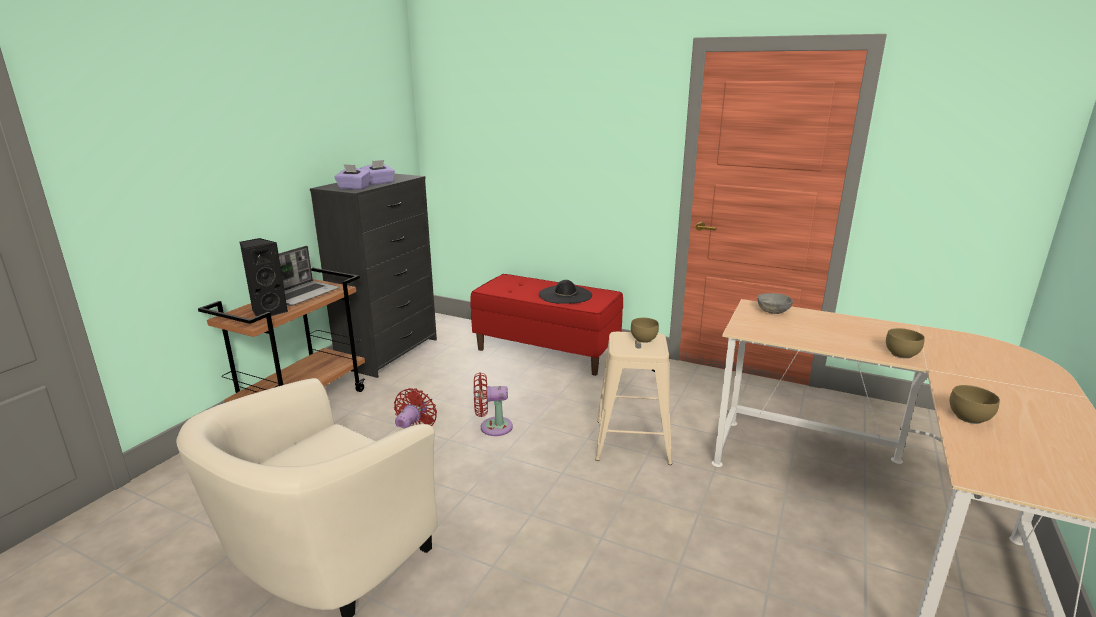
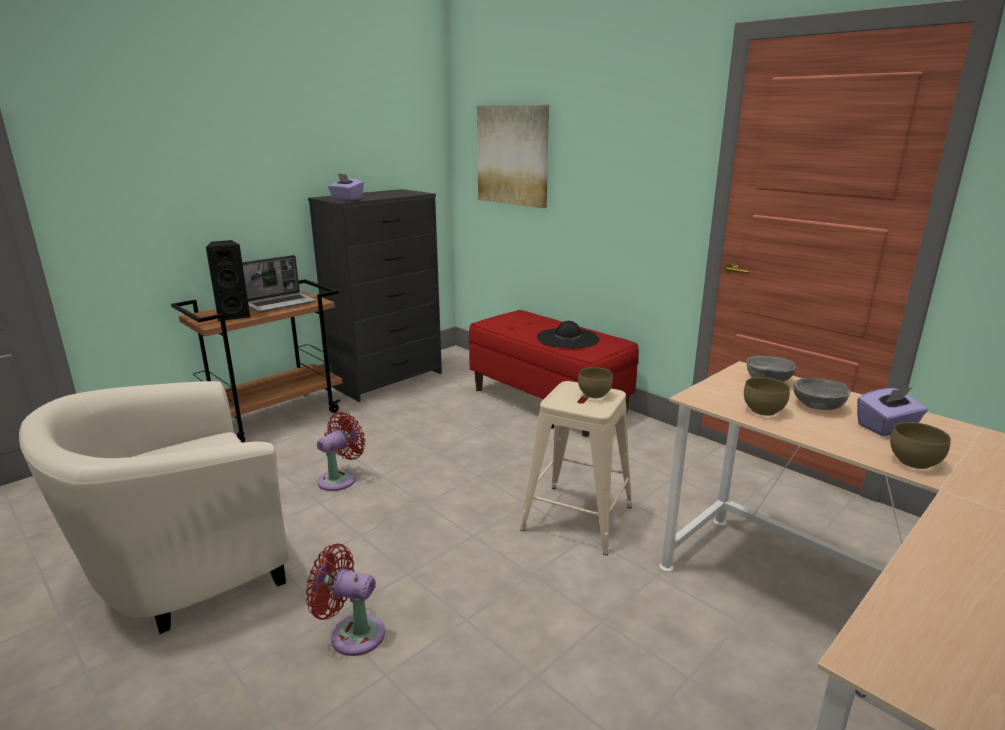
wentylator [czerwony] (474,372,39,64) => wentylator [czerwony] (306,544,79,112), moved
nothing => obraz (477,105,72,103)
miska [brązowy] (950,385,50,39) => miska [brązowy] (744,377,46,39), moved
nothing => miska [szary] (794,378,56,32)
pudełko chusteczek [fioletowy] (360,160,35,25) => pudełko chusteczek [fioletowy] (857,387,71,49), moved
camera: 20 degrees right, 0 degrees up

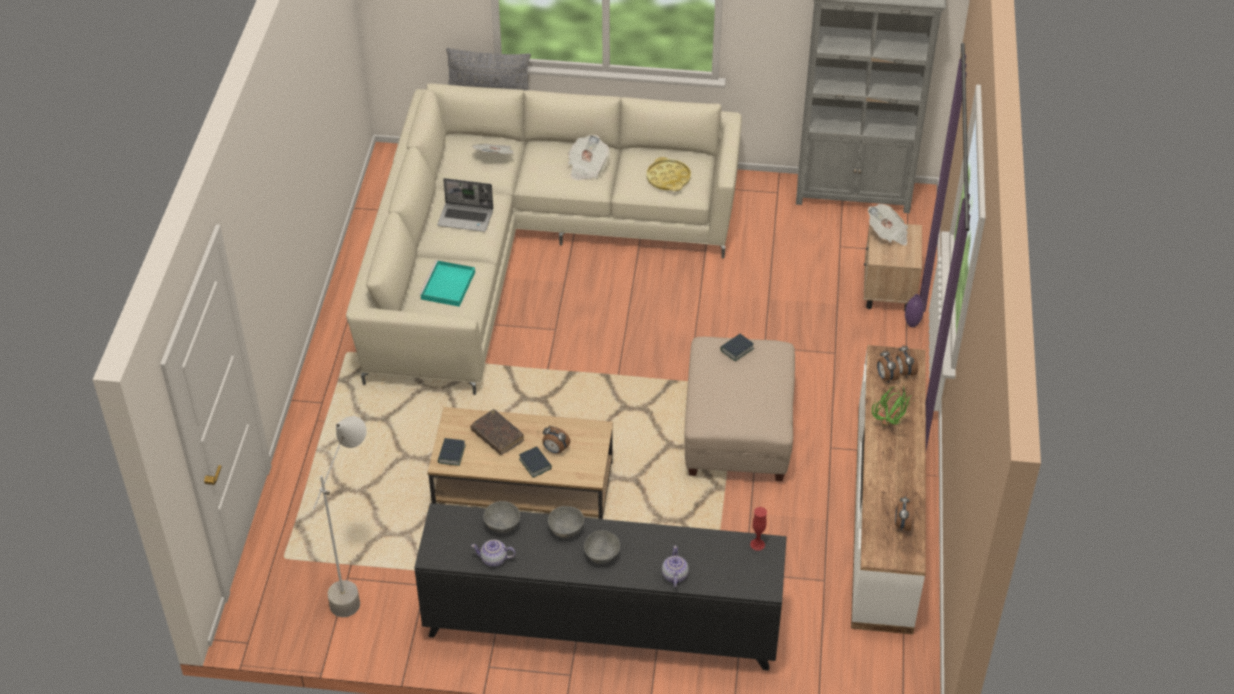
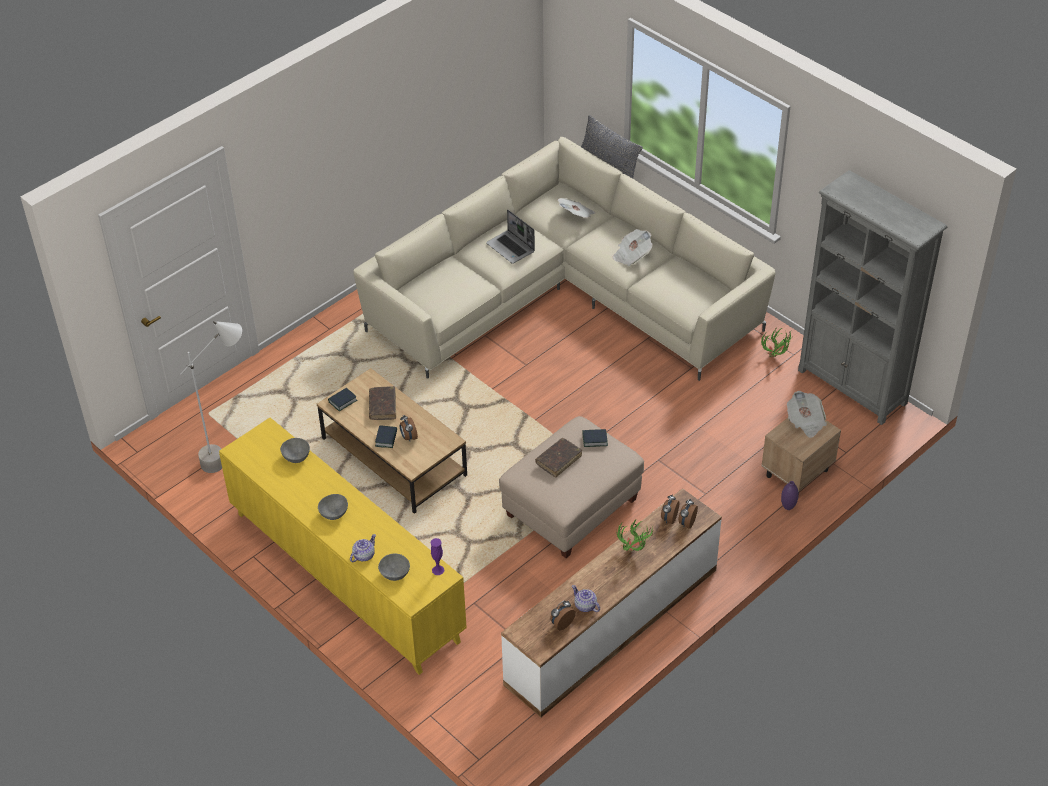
szafka [czarny] (414,503,372,167) => szafka [żółty] (219,417,248,258)
miska [szary] (548,506,36,32) => miska [szary] (378,554,32,27), moved
wazon [czerwony] (750,507,17,43) => wazon [fioletowy] (430,538,15,37)
nothing => książka [brązowy] (535,438,47,39)
imbryk (471,540,45,27) => imbryk (572,585,28,27), moved
nothing => roślina doniczkowa (761,326,30,31)
taca [turkusowy] (419,260,56,47) => nothing
taca [żółty] (647,157,44,34) => nothing
camera: 40 degrees right, 0 degrees up

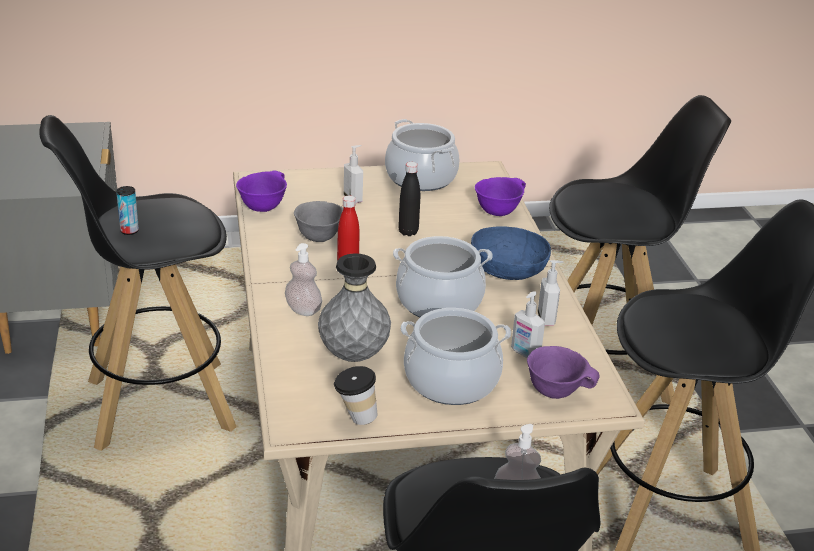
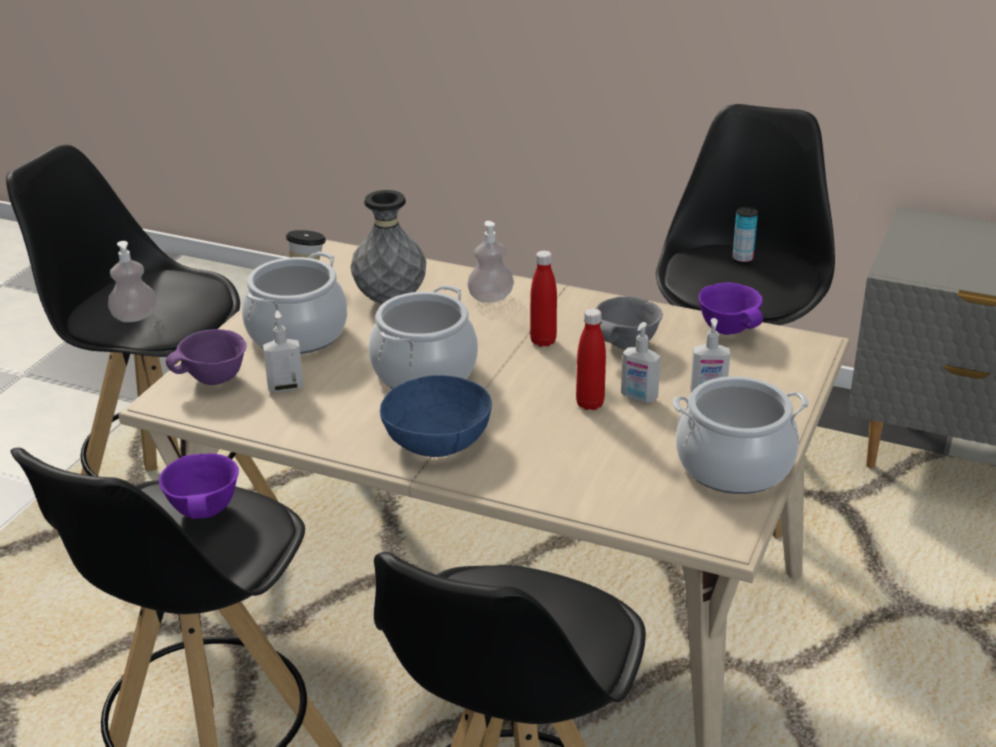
miska [fioletowy] (475,177,51,39) => miska [fioletowy] (159,453,80,66), moved
butelka [czarny] (398,162,22,74) => butelka [czerwony] (576,308,30,102)
dozownik mydła (538,260,26,66) => dozownik mydła (621,322,40,81), moved
camera: 125 degrees right, 0 degrees up

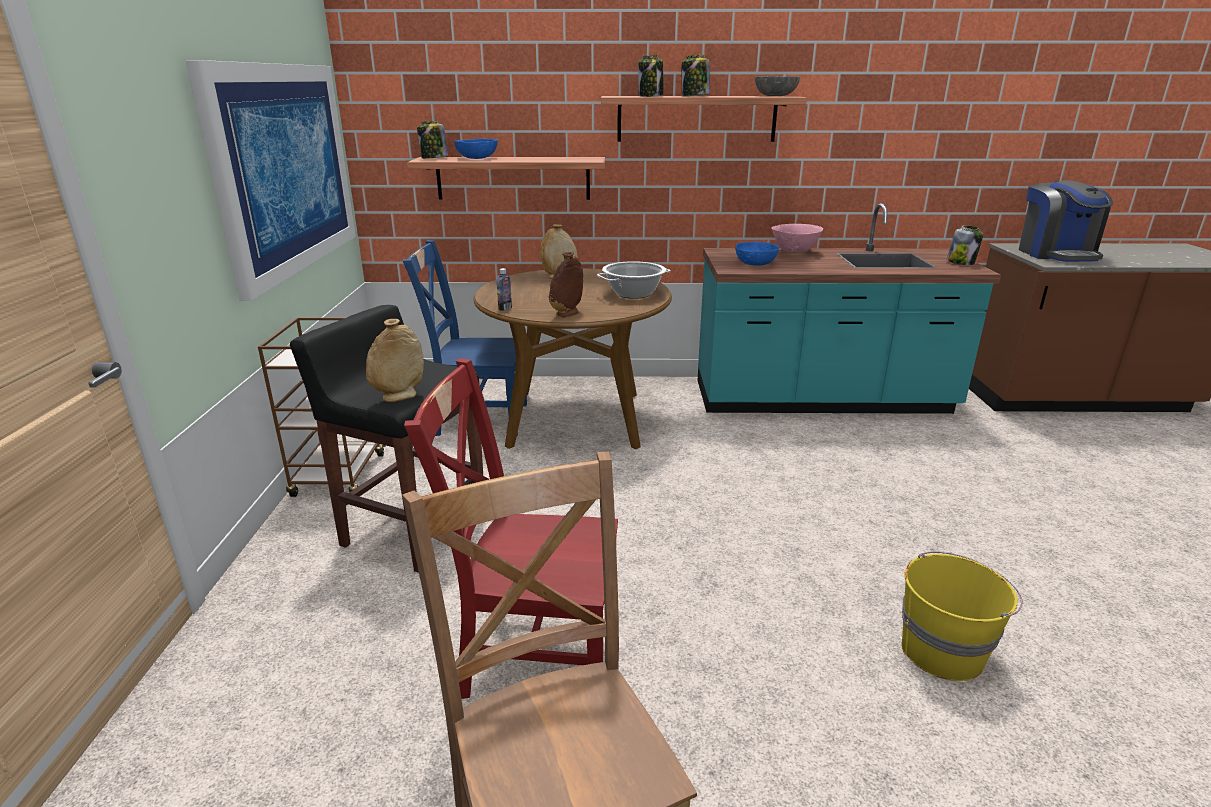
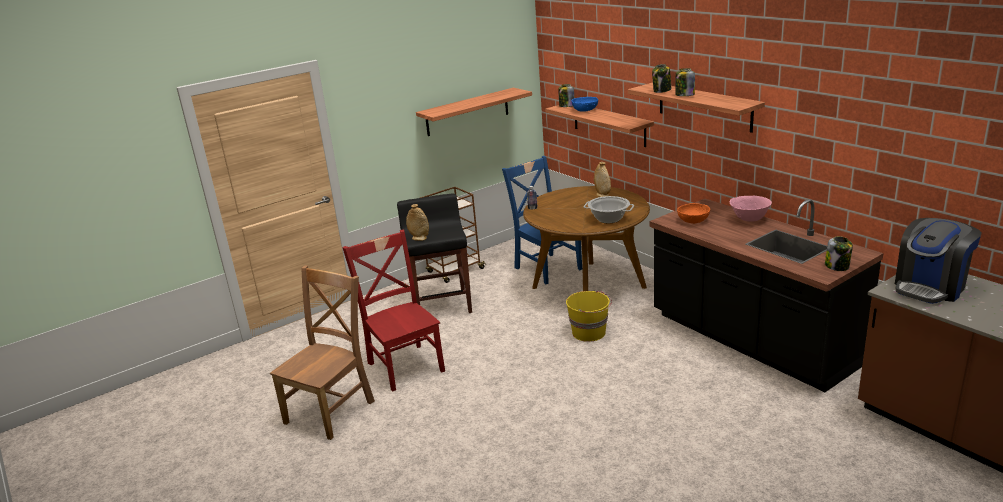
obraz (185,60,171,241) => półka (416,88,116,48)
wiadro [żółty] (901,551,122,130) => wiadro [żółty] (566,290,46,52), moved
zabudowa kuchenna [turkusowy] (698,203,303,211) => zabudowa kuchenna [czarny] (650,199,234,193)
miska [niebieski] (735,242,44,24) => miska [pomarańczowy] (677,203,33,21)
wazon [brązowy] (549,252,34,66) => nothing
miska [szary] (755,76,45,20) => nothing
camera: 55 degrees right, 0 degrees up

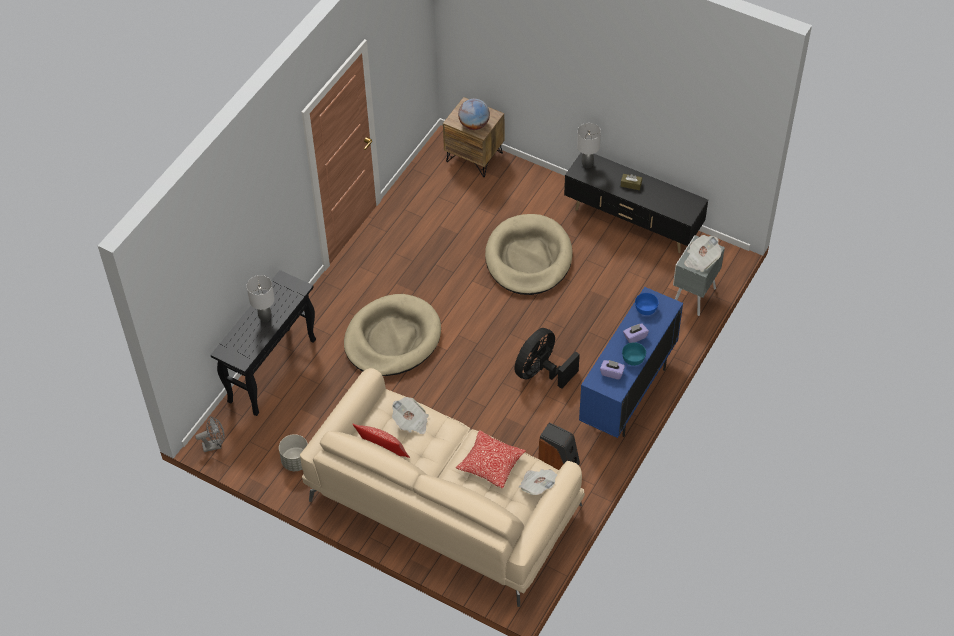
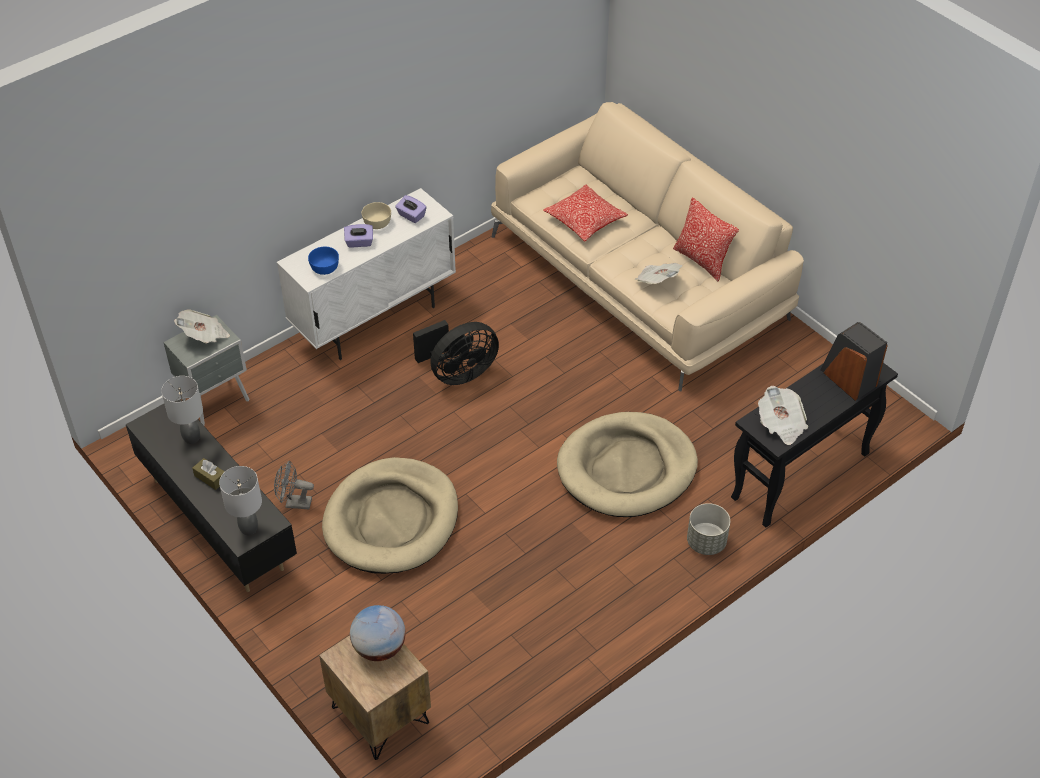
lampa stołowa [szary] (247,275,28,47) => lampa stołowa [szary] (161,376,42,68), moved
wentylator [szary] (195,416,30,36) => wentylator [szary] (274,460,40,49), moved
szafka [niebieski] (579,287,104,151) => szafka [biały] (277,188,179,172)
miska [turkusowy] (622,342,24,24) => miska [beżowy] (362,202,29,27)
donica [szary] (279,434,29,37) => donica [szary] (687,503,43,52), moved
gazeta (519,469,38,26) => gazeta (758,386,50,59), moved
głośnik (538,422,42,48) => głośnik (820,322,68,79), moved
camera: 160 degrees left, 5 degrees down

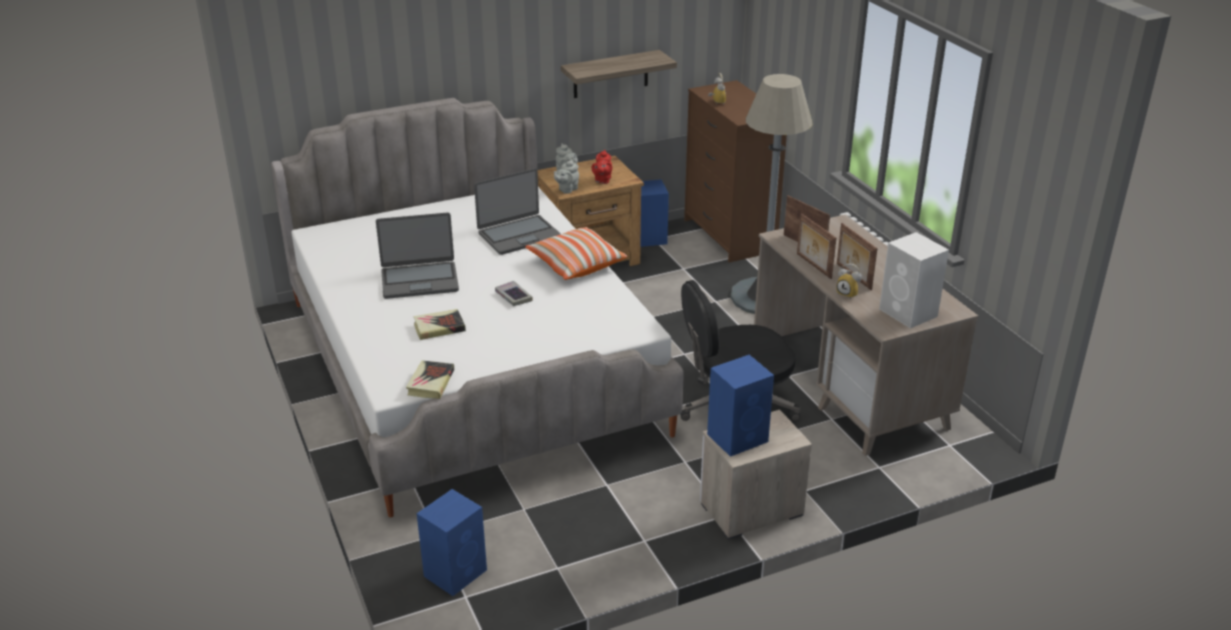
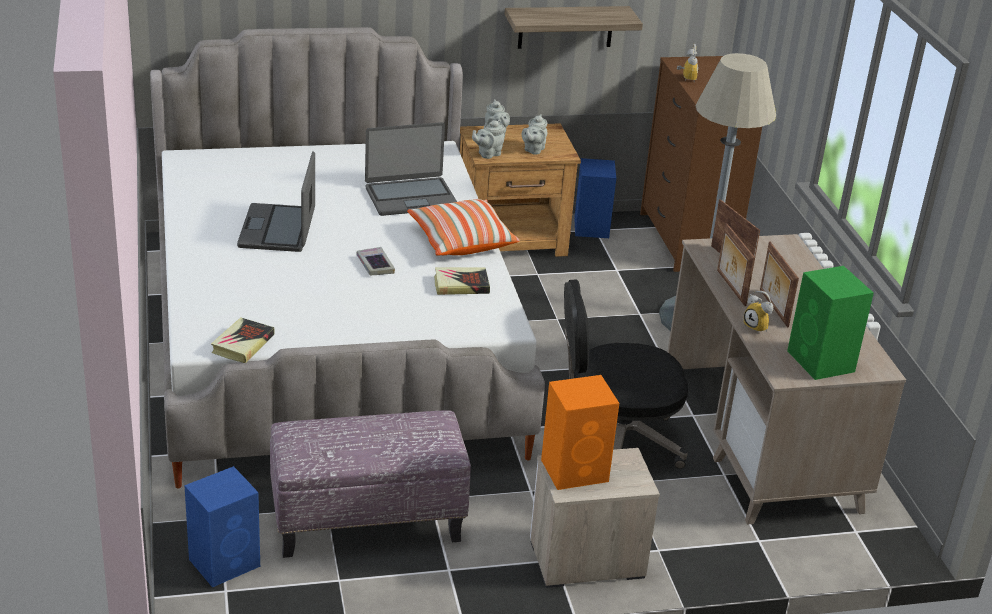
laptop (376,212,83,87) => laptop (237,151,78,101), 90 degrees clockwise
nothing => pufa (270,410,201,148)
książka (413,309,53,31) => książka (434,267,56,28), moved
imbryk [czerwony] (591,150,21,34) => imbryk [szary] (522,114,25,41)
głośnik [niebieski] (707,355,67,102) => głośnik [pomarańczowy] (541,375,78,115)
głośnik [biały] (879,232,70,96) => głośnik [zielony] (787,266,87,114)
camera: 10 degrees right, 0 degrees up

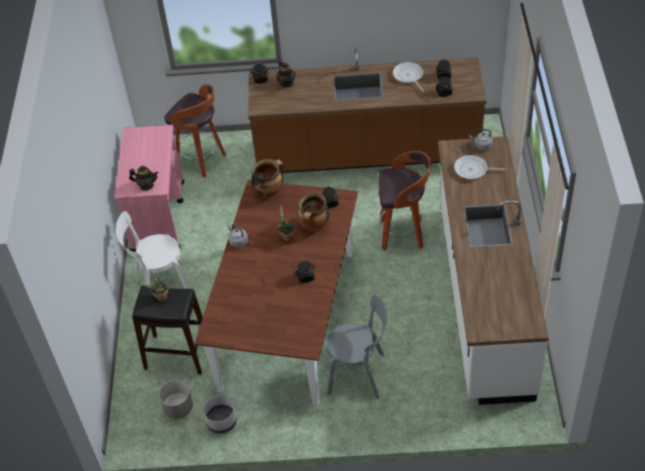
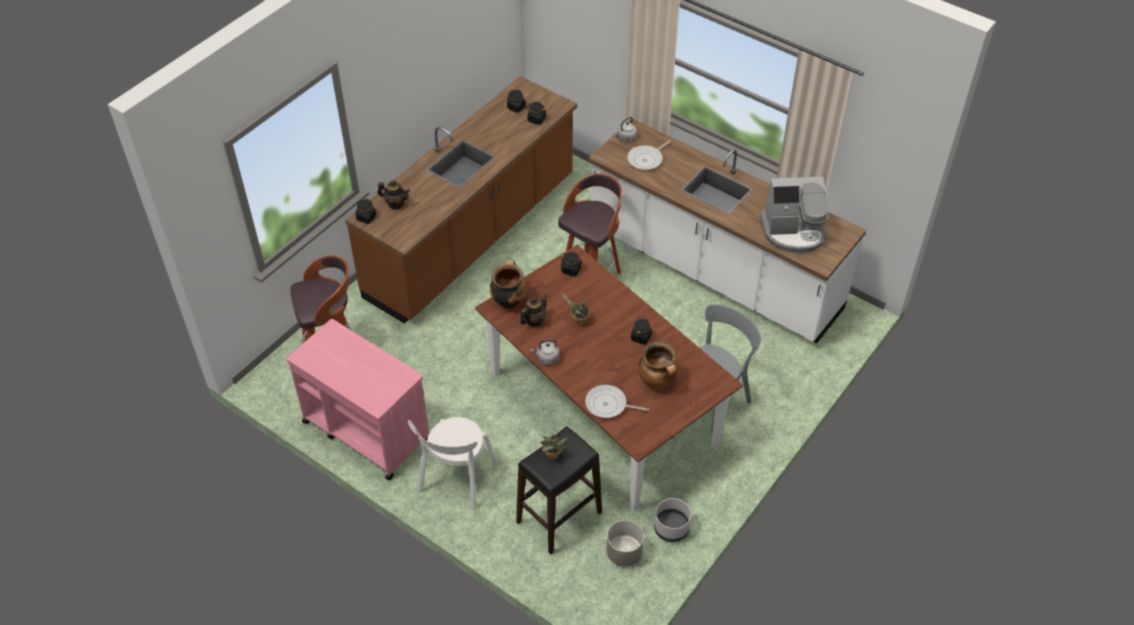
imbryk (129,166,29,24) => imbryk (520,295,28,32), moved
patelnia (393,62,32,31) => patelnia (585,385,64,33), moved
garnek (297,193,33,39) => garnek (638,342,40,46), moved
nothing => ekspres do kawy (760,177,69,76)
camera: 55 degrees left, 0 degrees up

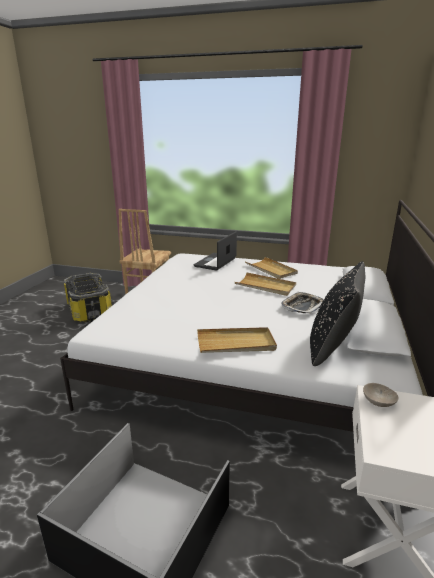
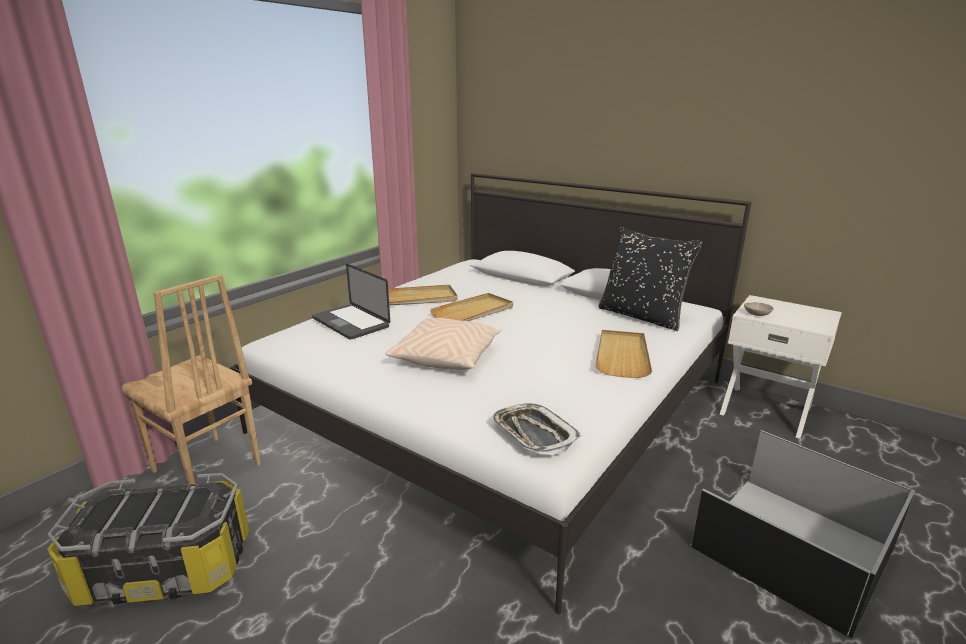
nothing => poduszka [beżowy] (385,318,117,52)
taca (281,292,43,22) => taca (490,403,91,52), moved
camera: 70 degrees left, 0 degrees up

